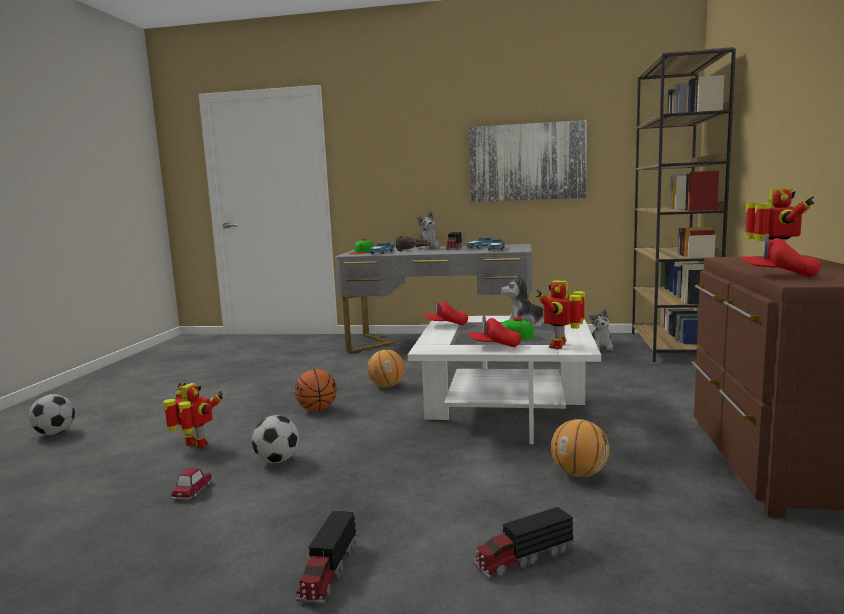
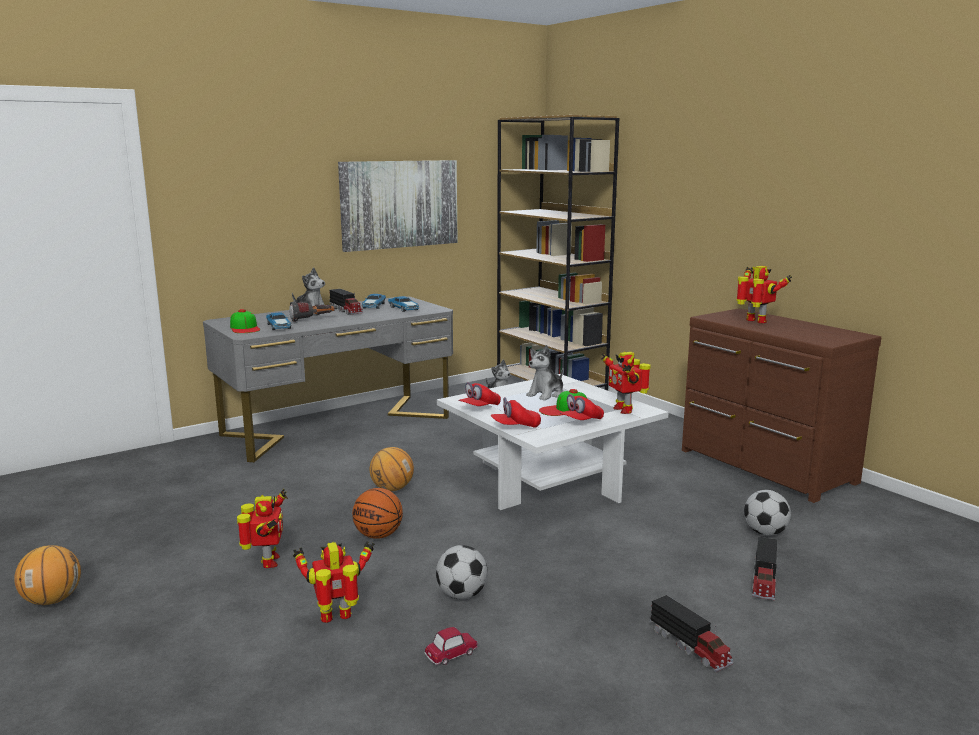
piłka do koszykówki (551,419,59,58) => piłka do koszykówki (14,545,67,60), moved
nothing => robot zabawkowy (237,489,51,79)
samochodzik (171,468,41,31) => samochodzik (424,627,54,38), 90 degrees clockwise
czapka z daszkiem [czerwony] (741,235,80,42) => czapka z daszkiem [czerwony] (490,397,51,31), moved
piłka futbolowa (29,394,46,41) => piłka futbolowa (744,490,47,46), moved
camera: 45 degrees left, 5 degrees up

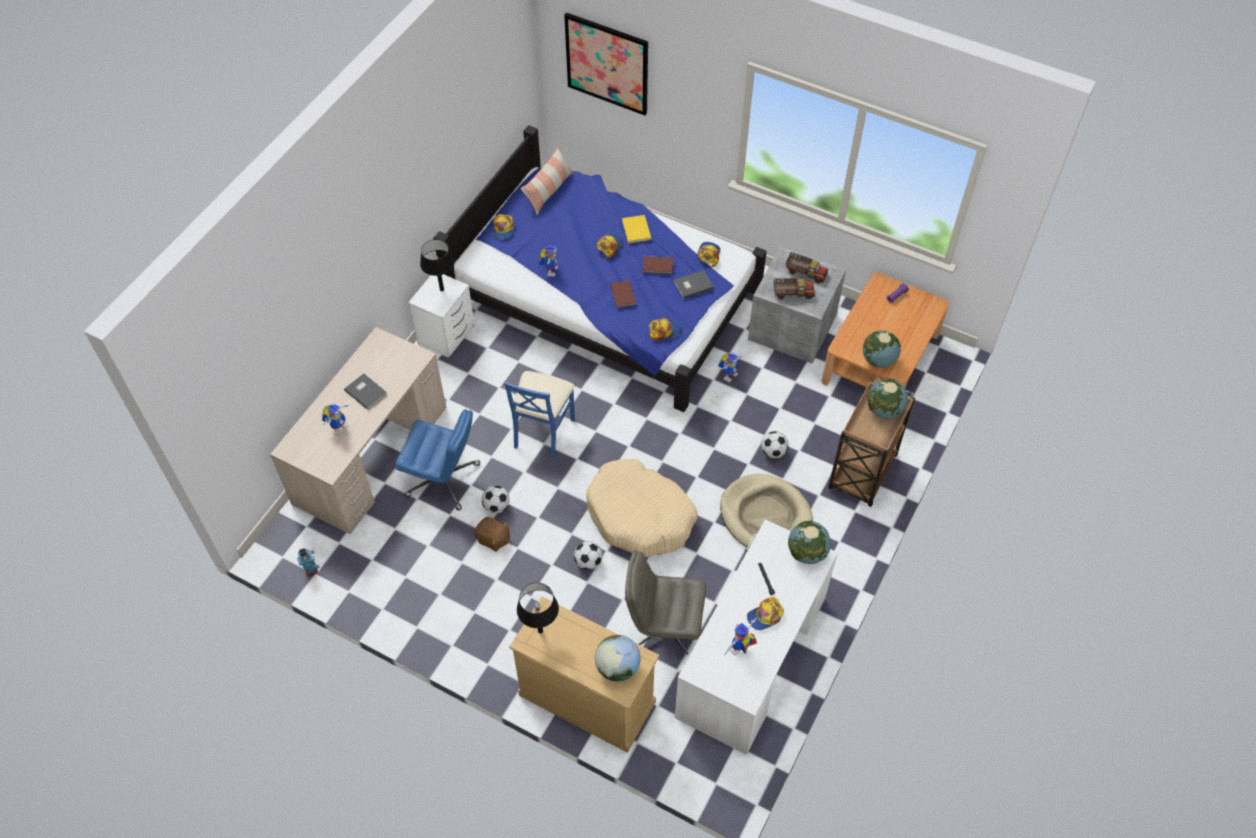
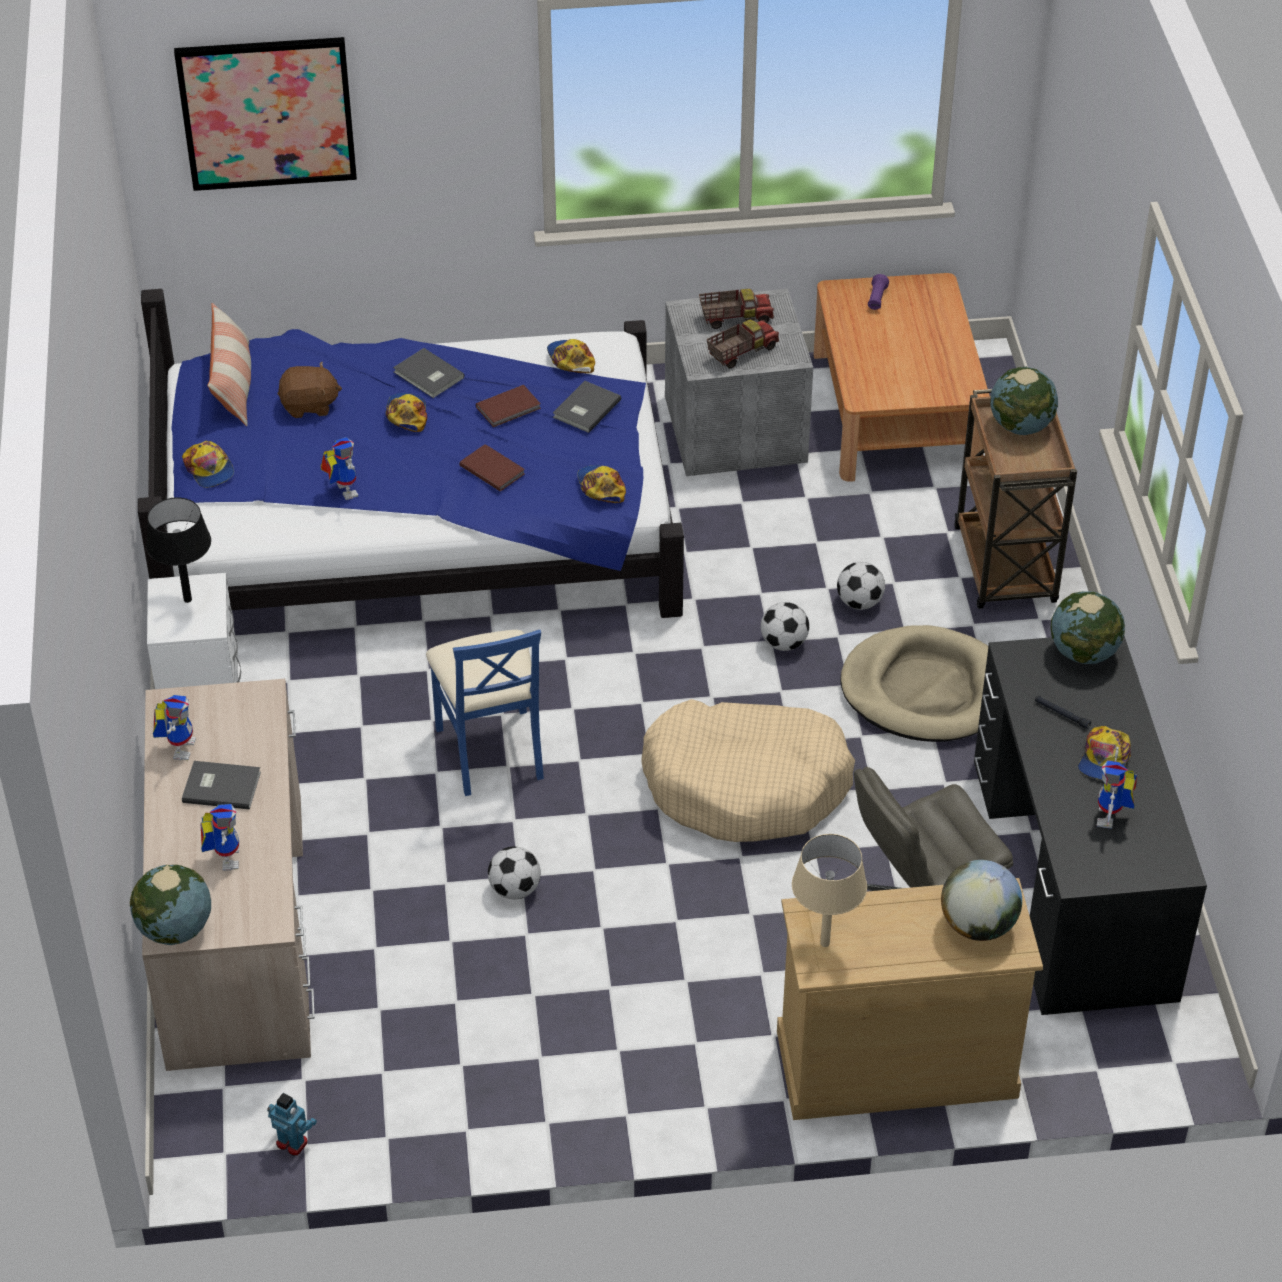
globus (863,330,38,38) => globus (130,865,81,80), moved
robot zabawkowy (718,353,24,29) => robot zabawkowy (153,695,43,65), moved
pluszak [brązowy] (474,517,36,35) => pluszak [brązowy] (277,362,65,56), moved
książka [żółty] (622,215,30,28) => książka [szary] (393,348,72,50)
czapka z daszkiem (649,318,32,22) => czapka z daszkiem (578,465,48,38), 60 degrees counterclockwise
piłka futbolowa (574,541,29,29) => piłka futbolowa (761,602,48,49), moved
lampa stołowa [czarny] (517,583,42,51) => lampa stołowa [beżowy] (792,834,75,113)
biurko [biały] (675,520,163,235) => biurko [czarny] (974,636,233,379)
krzesło biurowe [niebieski] (395,409,85,101) => nothing
camera: 35 degrees left, 10 degrees down

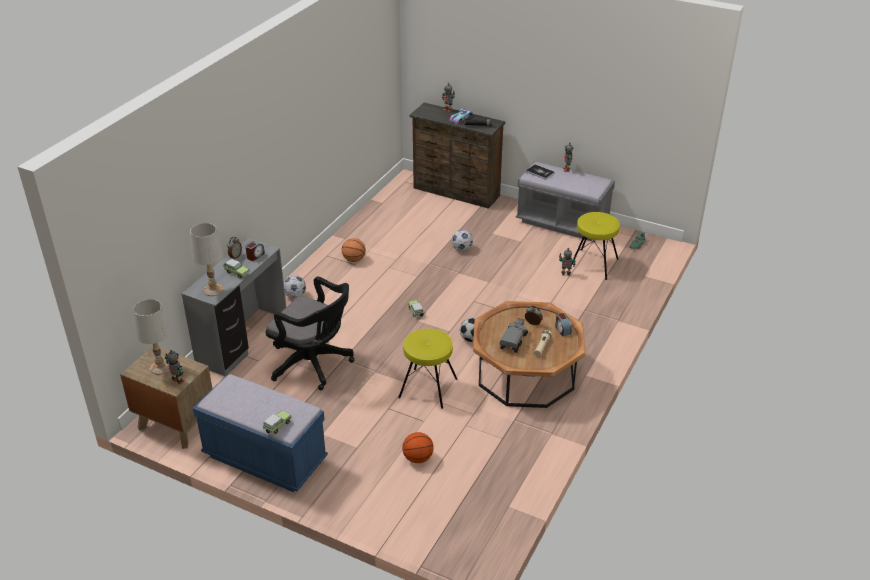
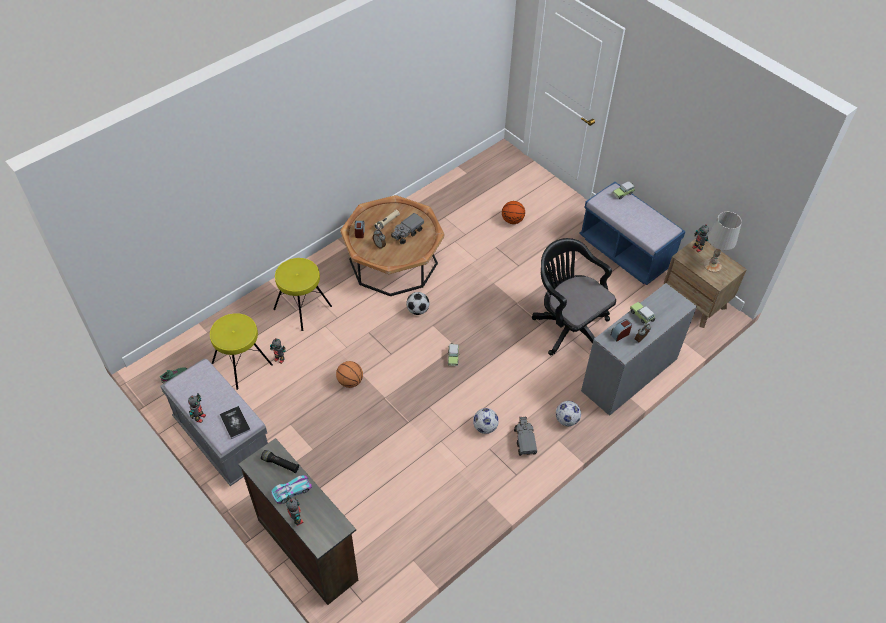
stołek [żółty] (398,329,59,80) => stołek [żółty] (273,258,59,73), moved
piłka do koszykówki (342,238,24,24) => piłka do koszykówki (336,361,27,27), moved
piłka futbolowa (452,230,21,21) => piłka futbolowa (473,408,26,26), moved
nothing => ciężarówka zabawkowa (514,416,23,40)
lampa stołowa [biały] (190,223,33,73) => nothing
camera: 160 degrees left, 15 degrees up

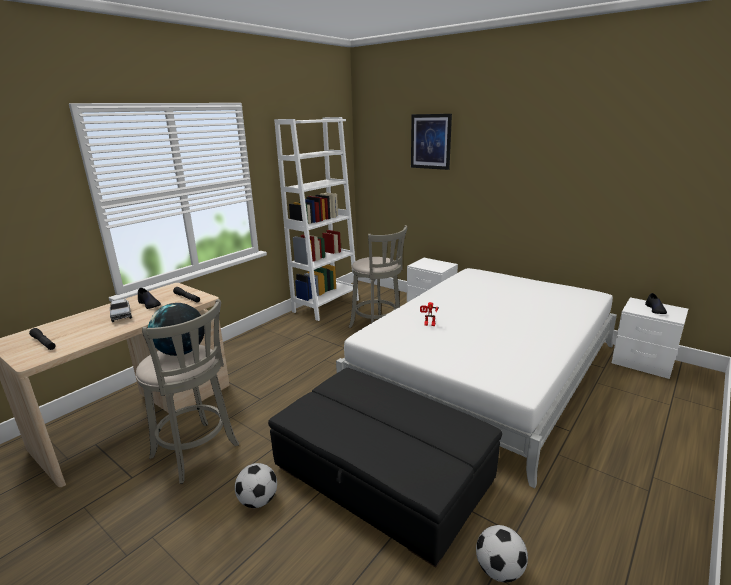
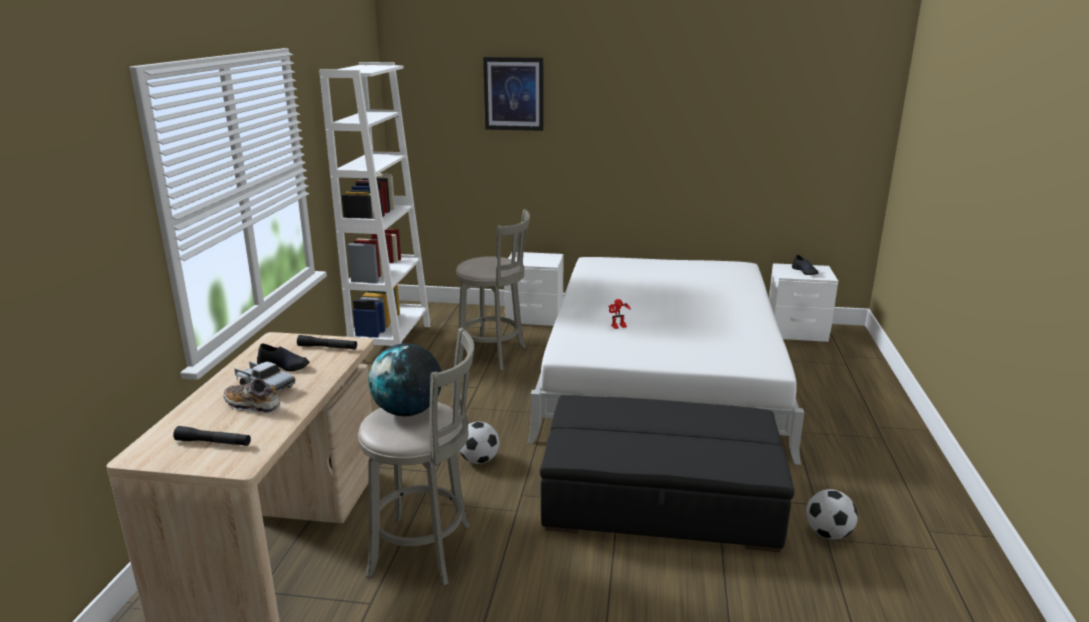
nothing => but (224,378,56,35)
piłka futbolowa (235,463,42,45) => piłka futbolowa (459,422,41,42), moved
camera: 30 degrees left, 0 degrees up

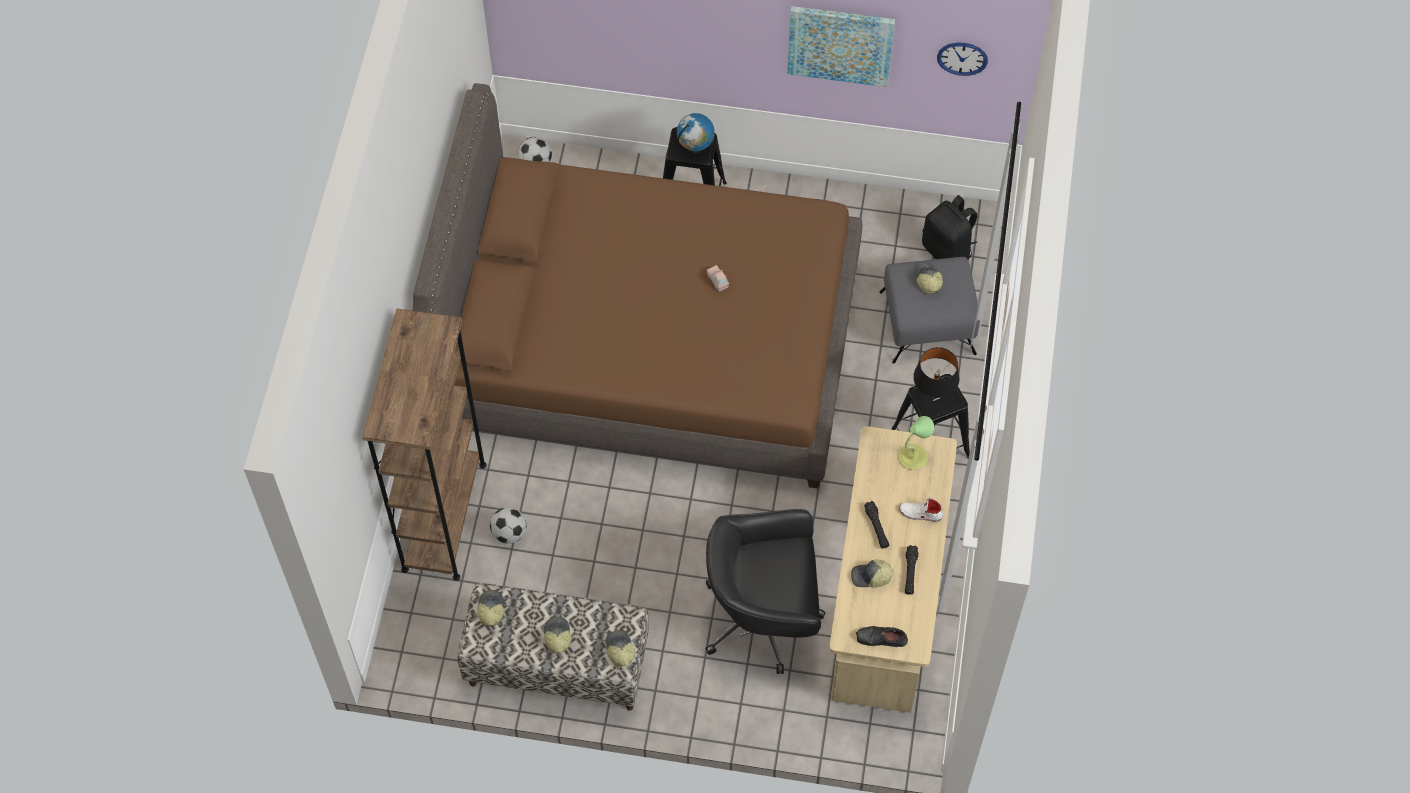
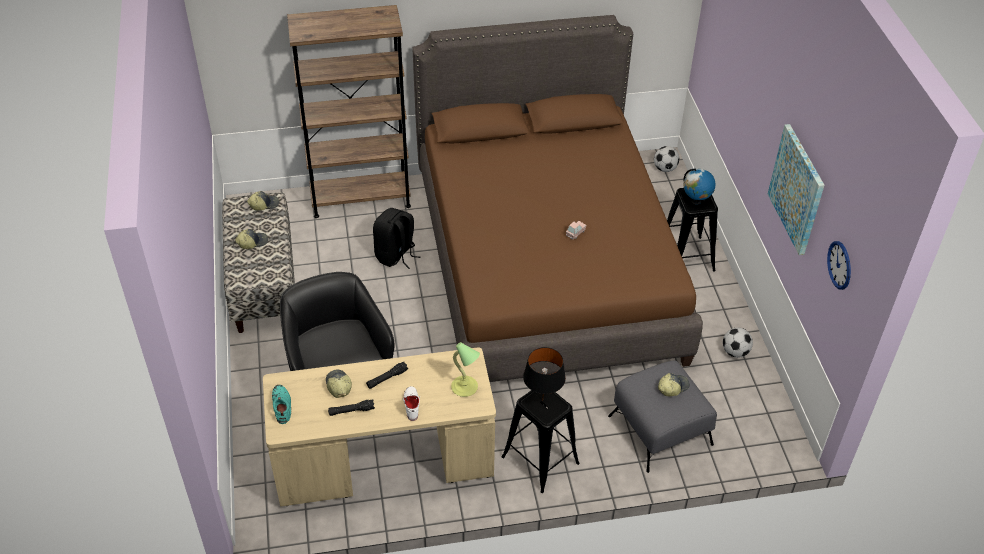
but [czarny] (856,626,52,21) => but [turkusowy] (272,385,19,39)
plecak [czarny] (922,195,56,66) => plecak [czarny] (373,208,48,61), moved
piłka futbolowa (490,507,36,37) => piłka futbolowa (723,328,30,30), moved
czapka z daszkiem (606,630,29,37) => nothing
camera: 70 degrees right, 15 degrees down

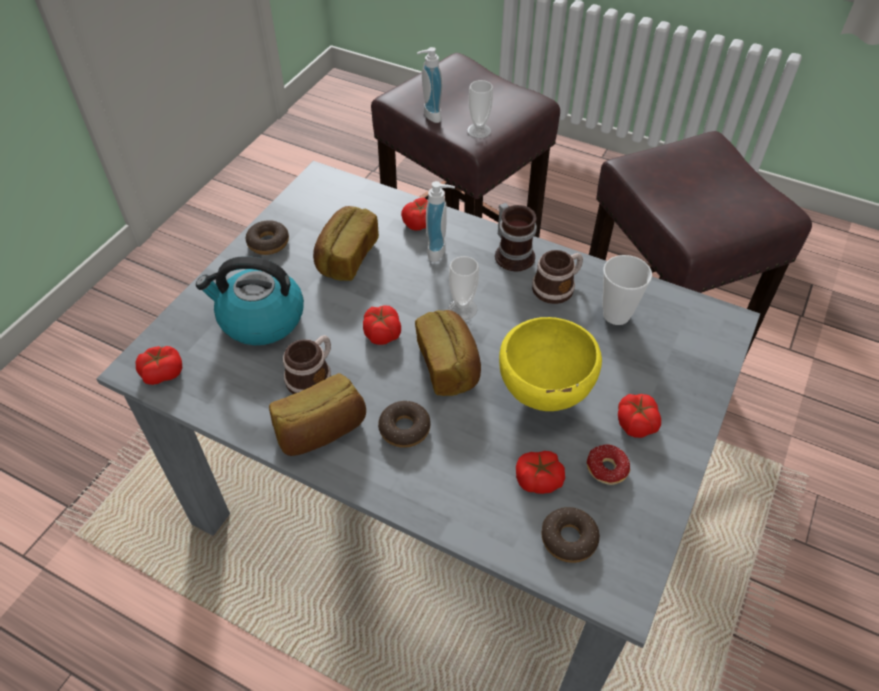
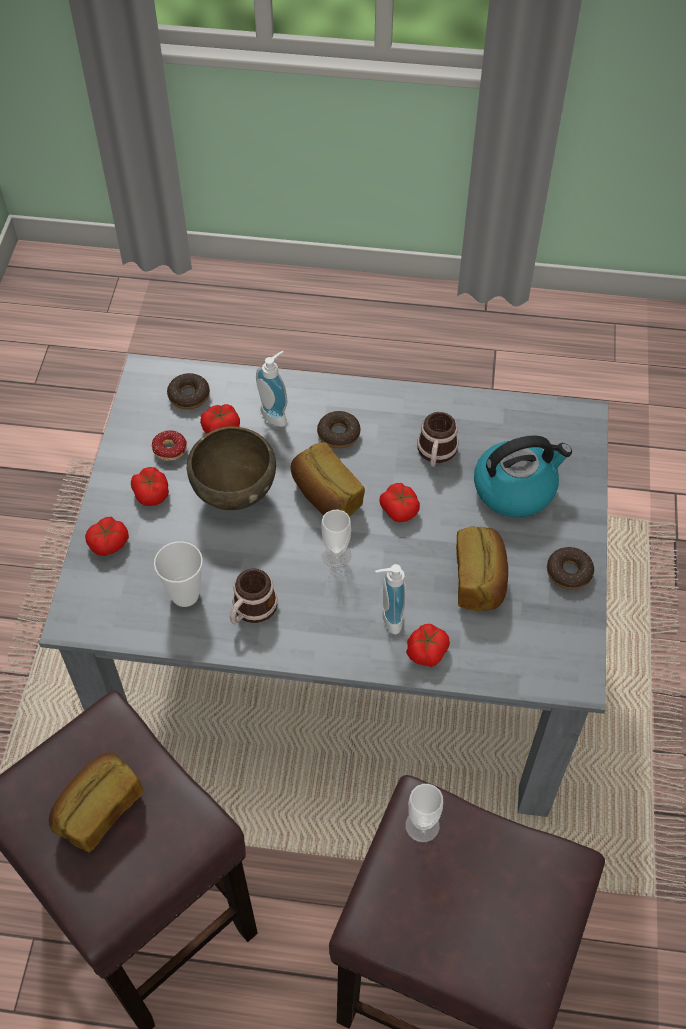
chleb (269,373,97,83) => chleb (49,753,95,99), moved
pomidor (136,346,46,39) => pomidor (85,517,44,39), moved
miska [żółty] (499,317,103,94) => miska [brązowy] (187,426,89,84)
dozownik mydła (417,47,26,76) => dozownik mydła (256,351,31,76), moved
kubek (495,203,42,68) => nothing
camera: 160 degrees right, 5 degrees up

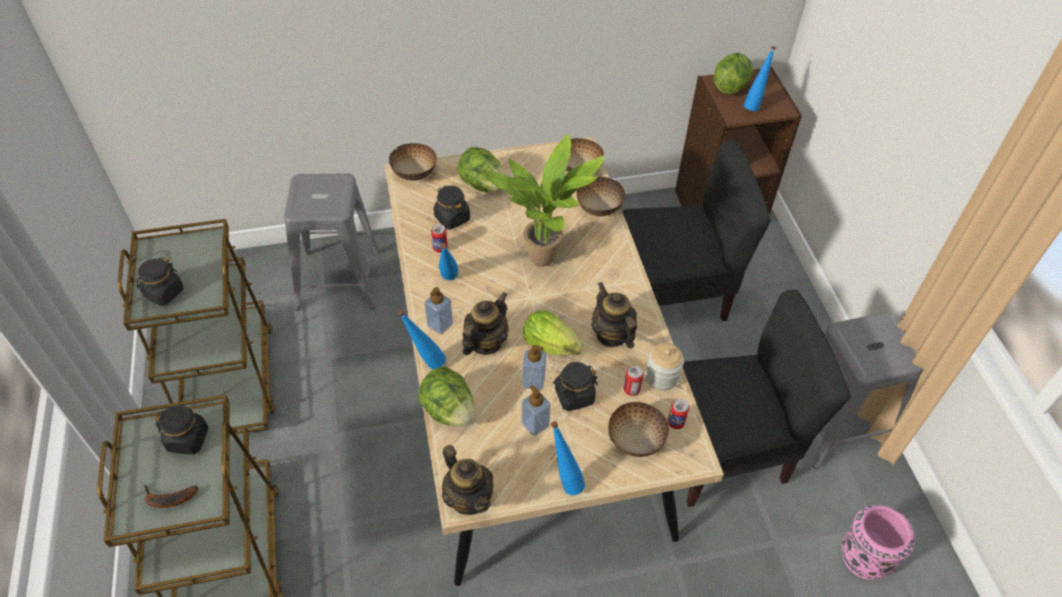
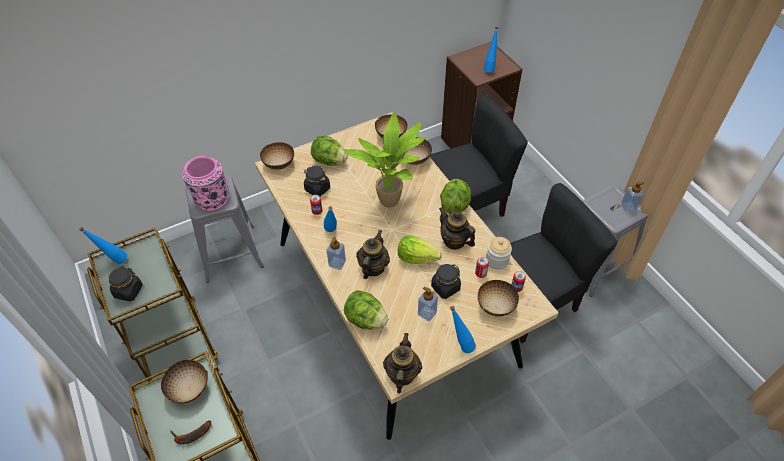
butelka [niebieski] (398,310,48,59) => butelka [niebieski] (79,227,48,37), moved
słoik [czarny] (155,405,54,50) => miska (161,360,47,43)
wazon [różowy] (841,505,74,75) => wazon [różowy] (182,156,47,55), moved
imbryk (442,445,52,70) => imbryk (383,333,39,61), 120 degrees counterclockwise
sałata (714,53,39,41) => sałata (440,179,31,35), moved
dozownik mydła (522,345,24,45) => dozownik mydła (621,182,23,30), moved
camera: 15 degrees left, 0 degrees up

